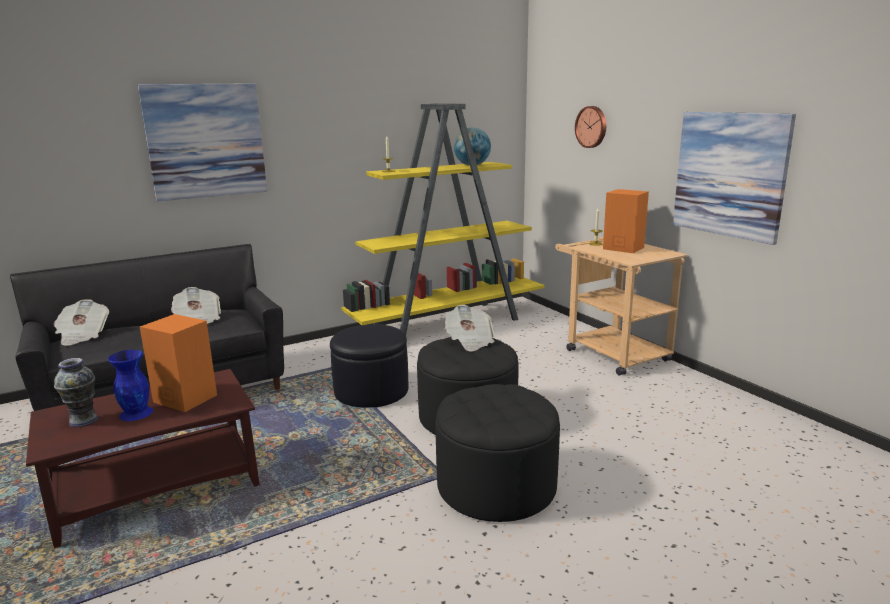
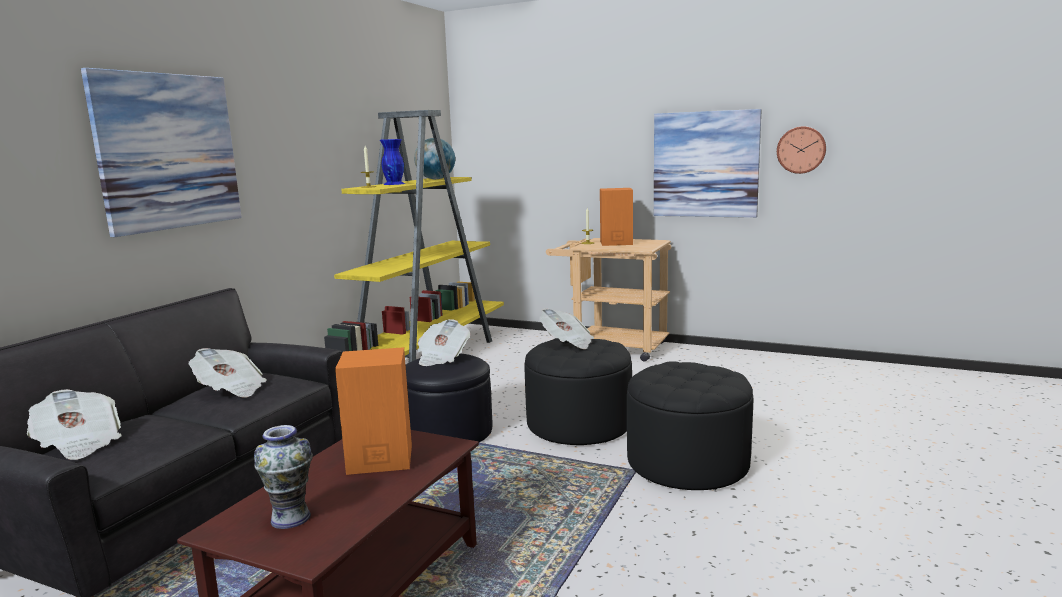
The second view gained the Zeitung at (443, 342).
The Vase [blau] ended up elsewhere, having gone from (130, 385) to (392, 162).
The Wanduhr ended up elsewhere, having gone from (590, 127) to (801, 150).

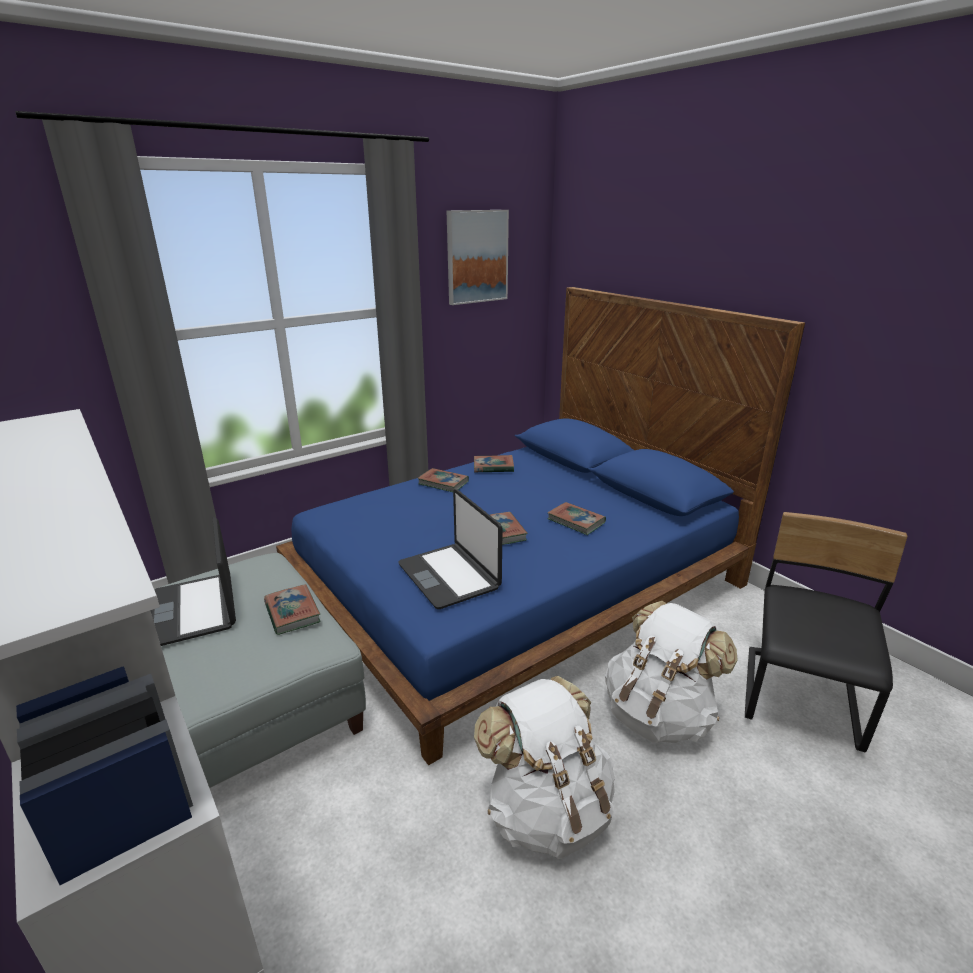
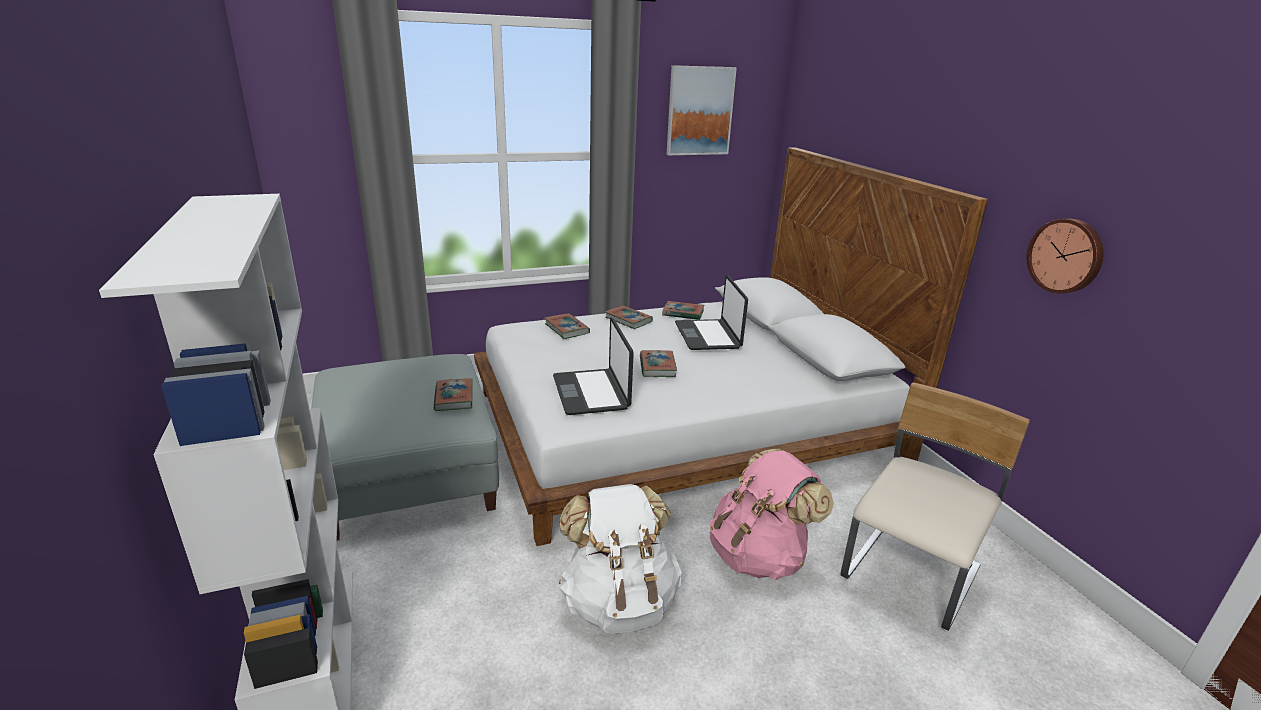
The second view gained the Wanduhr at (1065, 256).
The Laptop ended up elsewhere, having gone from (193, 581) to (711, 312).
The Buch ended up elsewhere, having gone from (577, 518) to (567, 326).
What was the Bett [blau] at (540, 526) turned into the Bett [weiß] at (731, 346).
What was the Rucksack [weiß] at (671, 672) turned into the Rucksack [rosa] at (771, 514).
What was the Stuhl [schwarz] at (826, 632) turned into the Stuhl [beige] at (935, 506).

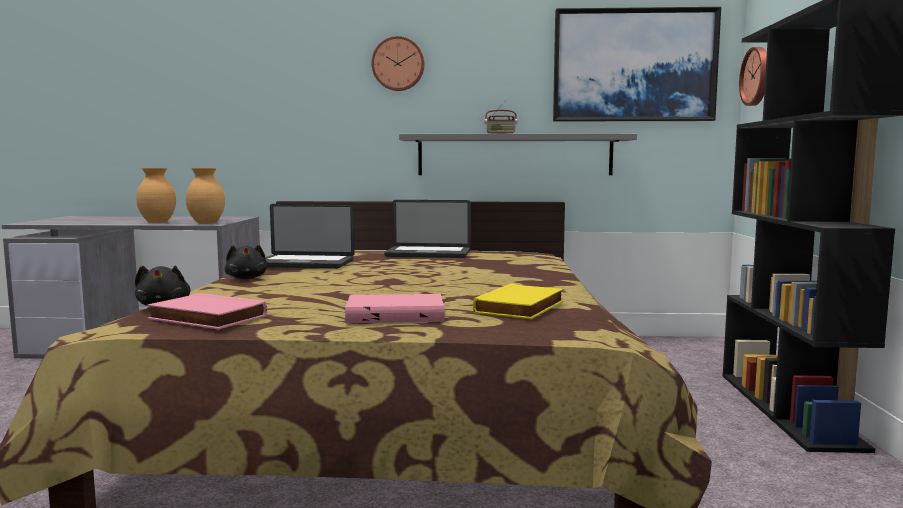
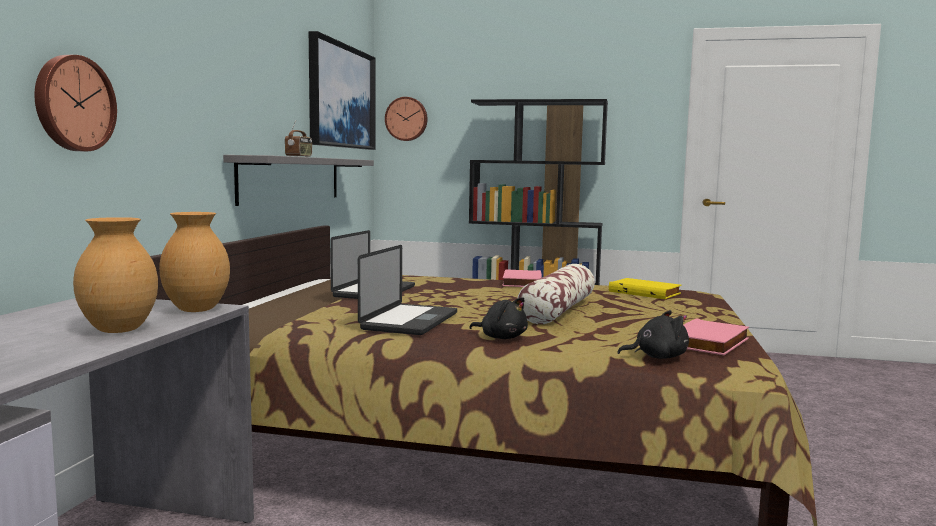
The second view gained the Kissen at (556, 294).
The Buch [rosa] ended up elsewhere, having gone from (394, 308) to (522, 278).
The Wanduhr ended up elsewhere, having gone from (397, 63) to (76, 103).
The Plüschtier [schwarz] at (246, 262) ended up facing another way, 45 degrees clockwise from before.

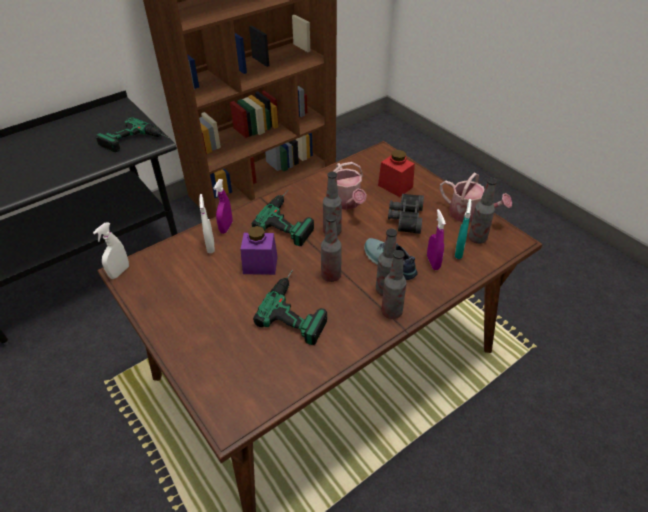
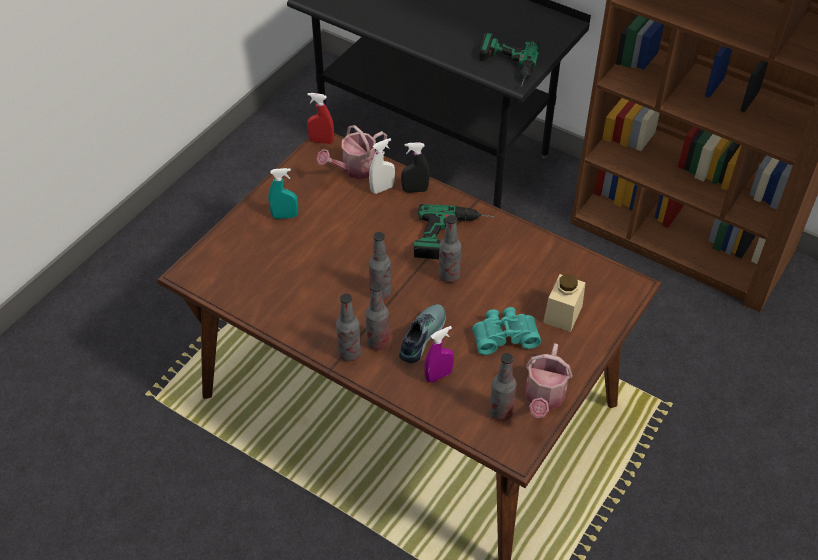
The second view lost the Vorratsglas [lila] at (259, 250).
The second view lost the Bohrmaschine at (290, 307).
The Gießkanne ended up elsewhere, having gone from (350, 186) to (351, 152).
The Sprühflasche [türkis] ended up elsewhere, having gone from (463, 229) to (283, 193).
What was the Sprühflasche [weiß] at (111, 250) turned into the Sprühflasche [rot] at (320, 118).
What was the Sprühflasche [lila] at (223, 206) turned into the Sprühflasche [schwarz] at (415, 167).
What was the Vorratsglas [rot] at (396, 173) turned into the Vorratsglas [beige] at (564, 303).
What was the Fernglas [schwarz] at (406, 213) turned into the Fernglas [türkis] at (506, 331).

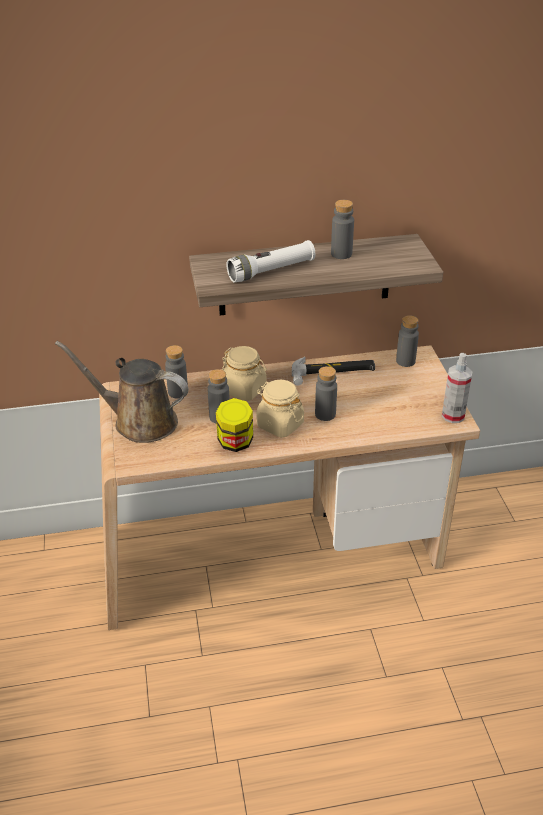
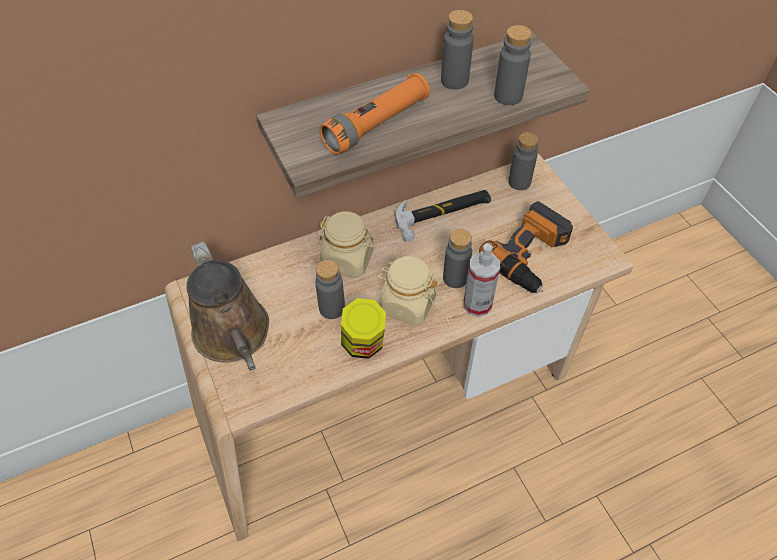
The second view gained the Bohrmaschine at (526, 247).
The Flasche [grau] ended up elsewhere, having gone from (176, 371) to (513, 65).
The Sprühflasche ended up elsewhere, having gone from (457, 388) to (482, 280).
What was the Taschenlampe [weiß] at (270, 261) turned into the Taschenlampe [orange] at (375, 113).
The Gießkanne [braun] at (122, 392) ended up facing another way, 120 degrees counterclockwise from before.

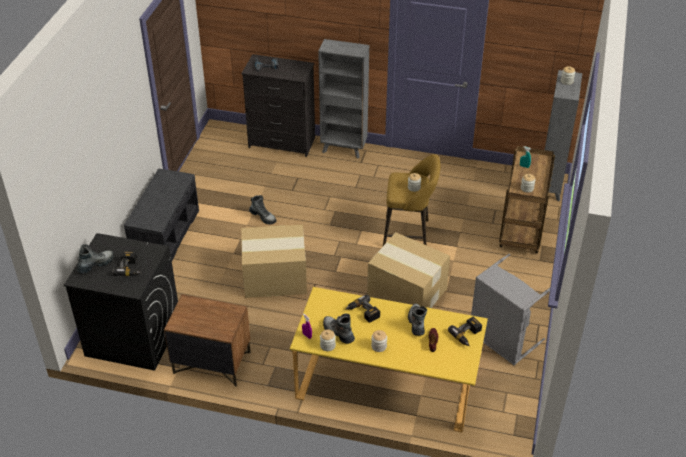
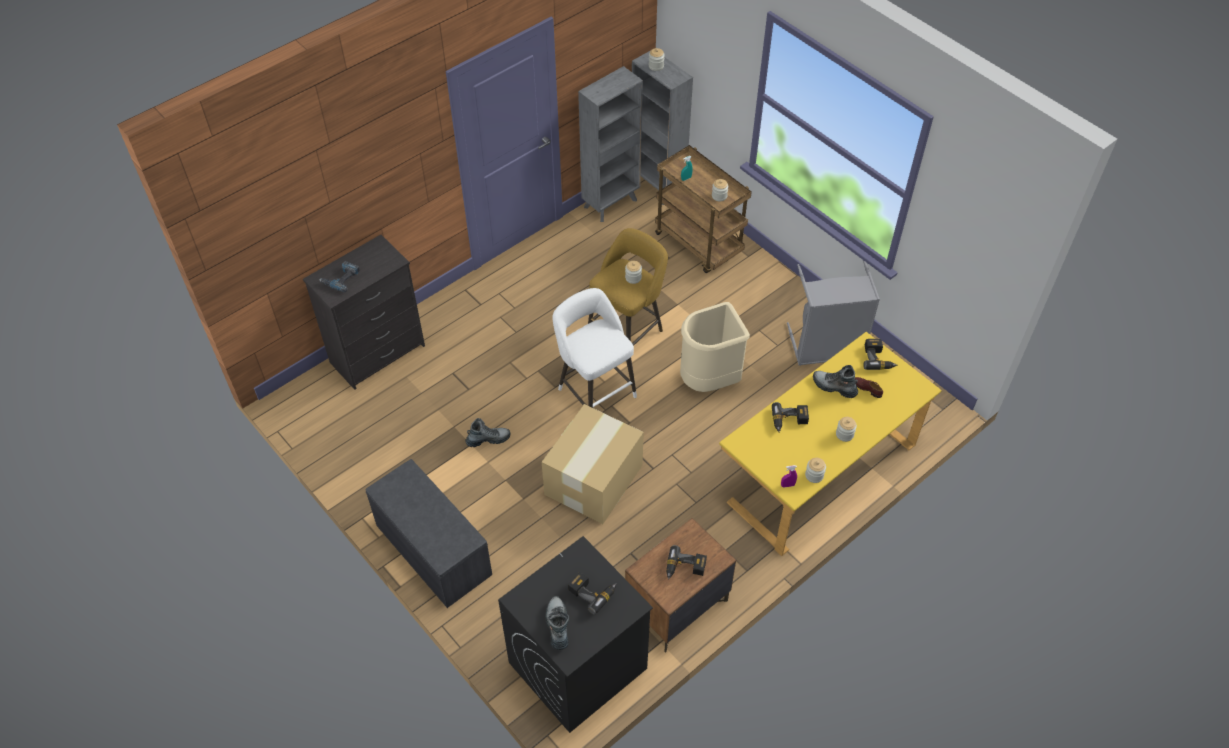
The second view lost the Stiefel at (339, 329).
The second view gained the Hocker [weiß] at (595, 348).
The second view gained the Bohrmaschine at (686, 562).
The Bücherregal [grau] ended up elsewhere, having gone from (343, 99) to (610, 144).
Where the Karton stood at (408, 270), the Mülleimer [beige] came to stand at (715, 347).

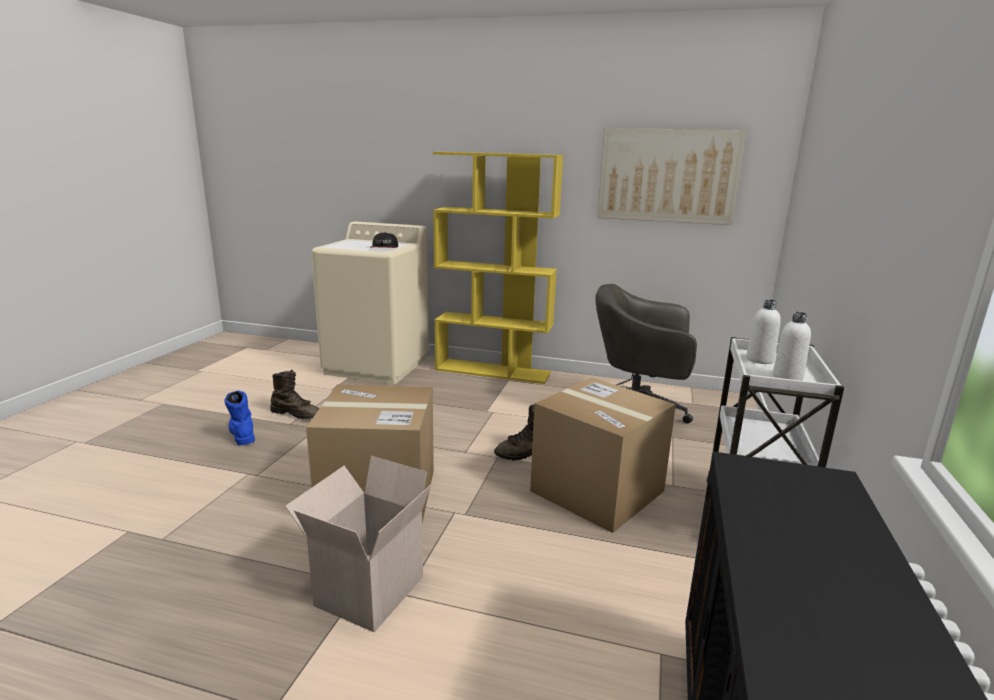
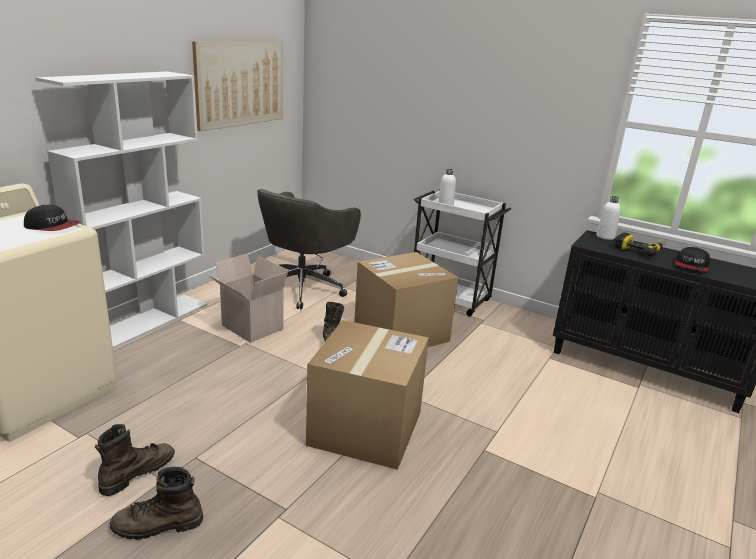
The second view gained the Bohrmaschine at (640, 244).
The second view gained the Kappe at (692, 259).
The Karton ended up elsewhere, having gone from (358, 544) to (247, 298).
The Flasche [weiß] ended up elsewhere, having gone from (792, 346) to (609, 218).
What was the Stiefel [blau] at (239, 417) turned into the Stiefel [braun] at (156, 503).
What was the Bücherregal [gelb] at (498, 268) turned into the Bücherregal [weiß] at (121, 210).

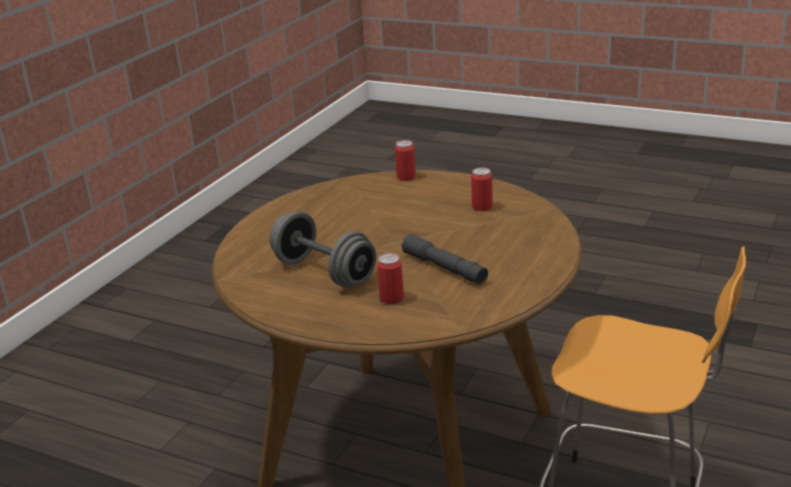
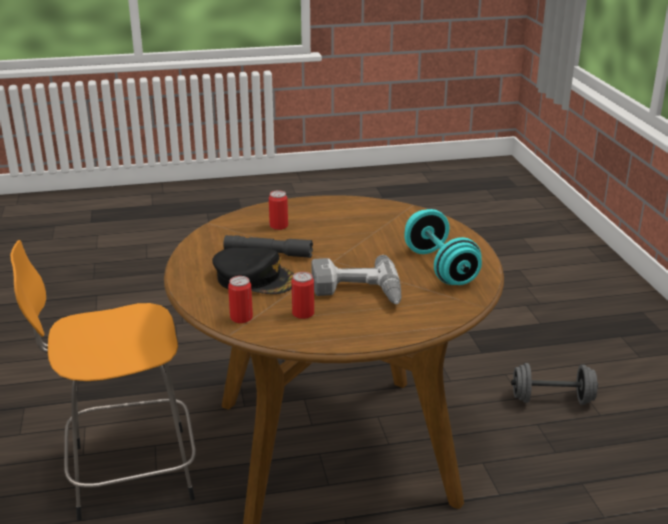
The second view gained the Kappe [schwarz] at (253, 271).
The second view gained the Bohrmaschine at (356, 279).
The second view gained the Hantel [türkis] at (443, 247).
The Hantel [grau] ended up elsewhere, having gone from (323, 249) to (554, 384).
The Dose ended up elsewhere, having gone from (405, 160) to (240, 299).

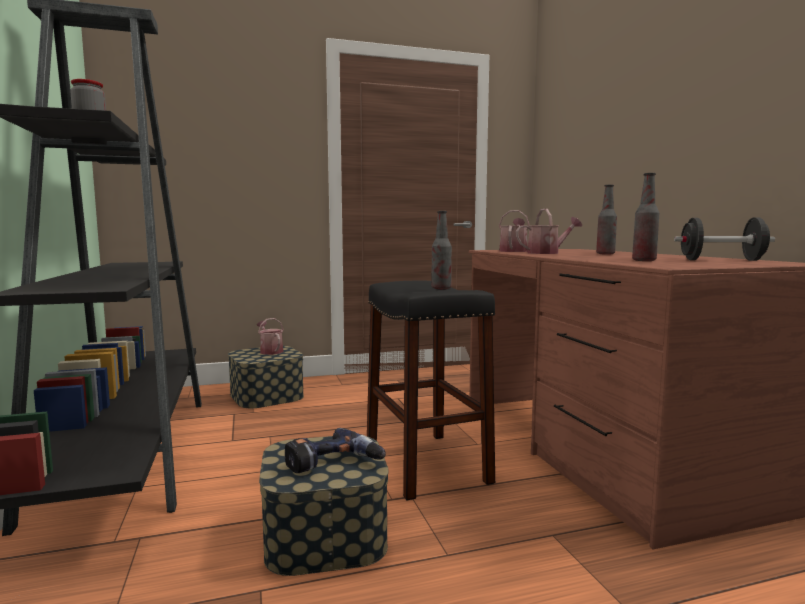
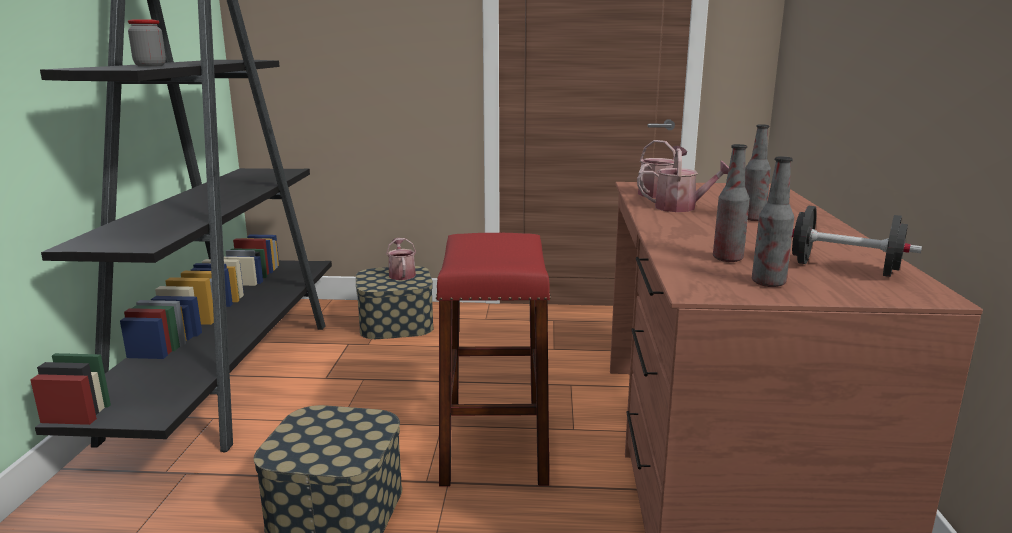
The second view lost the Bohrmaschine at (335, 450).
The Flasche ended up elsewhere, having gone from (441, 250) to (773, 221).
What was the Hocker [schwarz] at (431, 390) turned into the Hocker [rot] at (493, 360).

